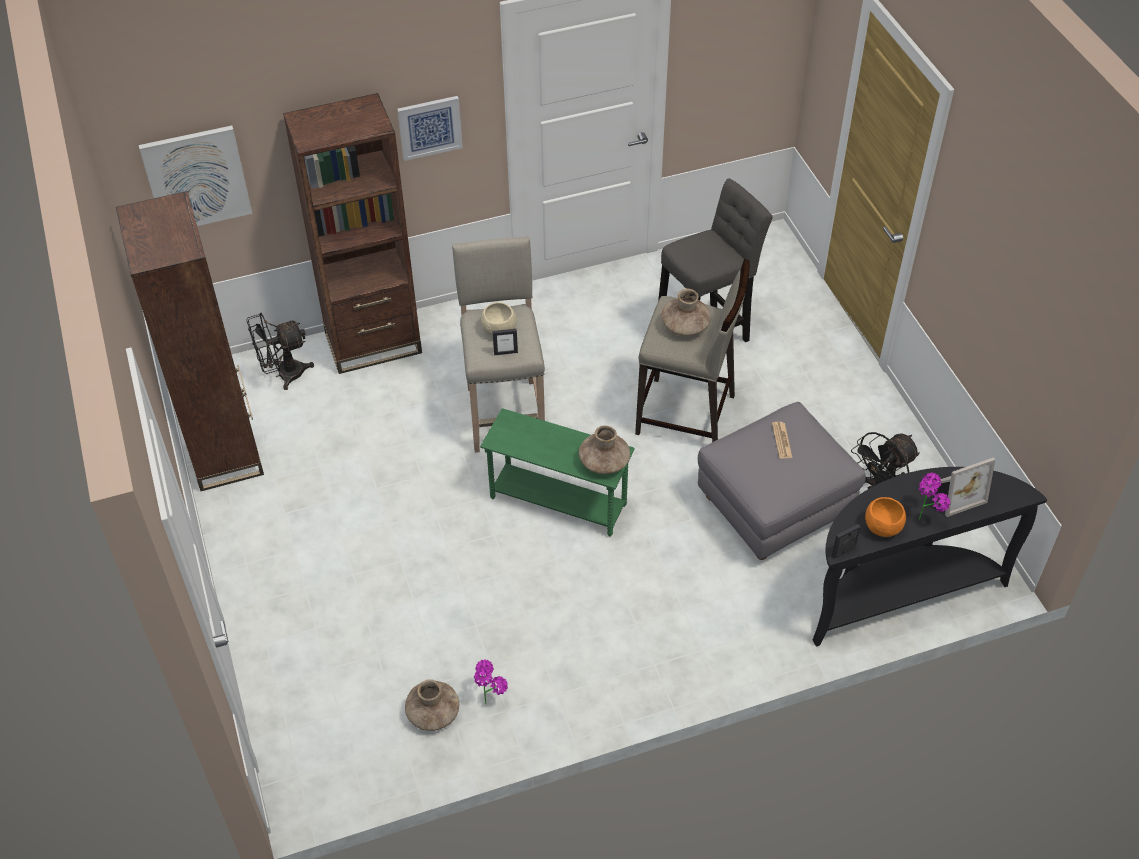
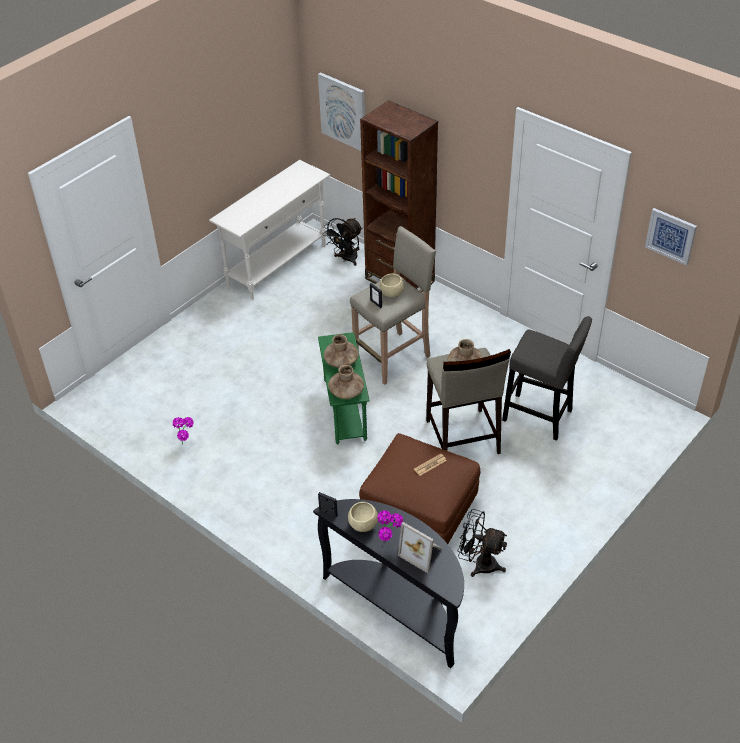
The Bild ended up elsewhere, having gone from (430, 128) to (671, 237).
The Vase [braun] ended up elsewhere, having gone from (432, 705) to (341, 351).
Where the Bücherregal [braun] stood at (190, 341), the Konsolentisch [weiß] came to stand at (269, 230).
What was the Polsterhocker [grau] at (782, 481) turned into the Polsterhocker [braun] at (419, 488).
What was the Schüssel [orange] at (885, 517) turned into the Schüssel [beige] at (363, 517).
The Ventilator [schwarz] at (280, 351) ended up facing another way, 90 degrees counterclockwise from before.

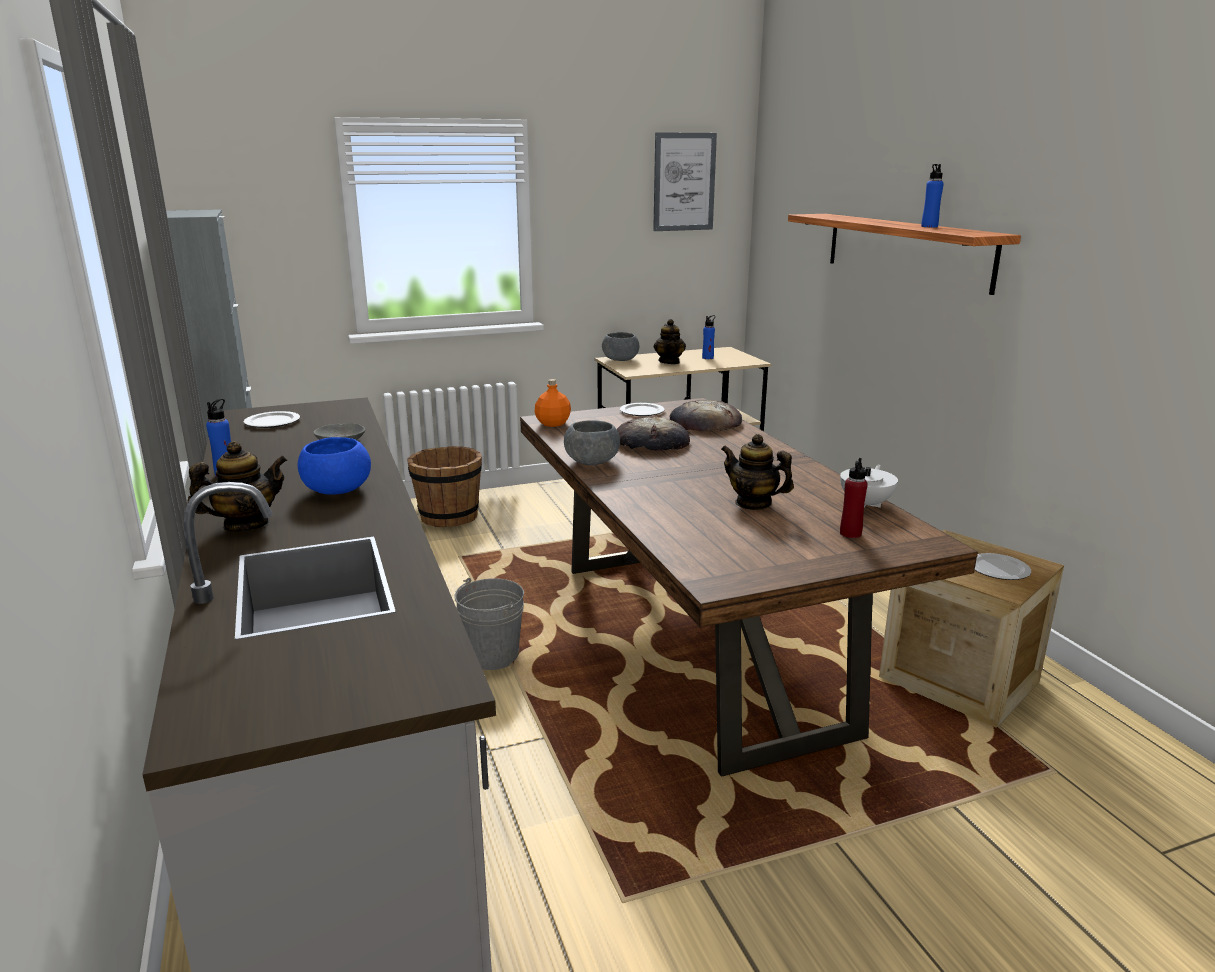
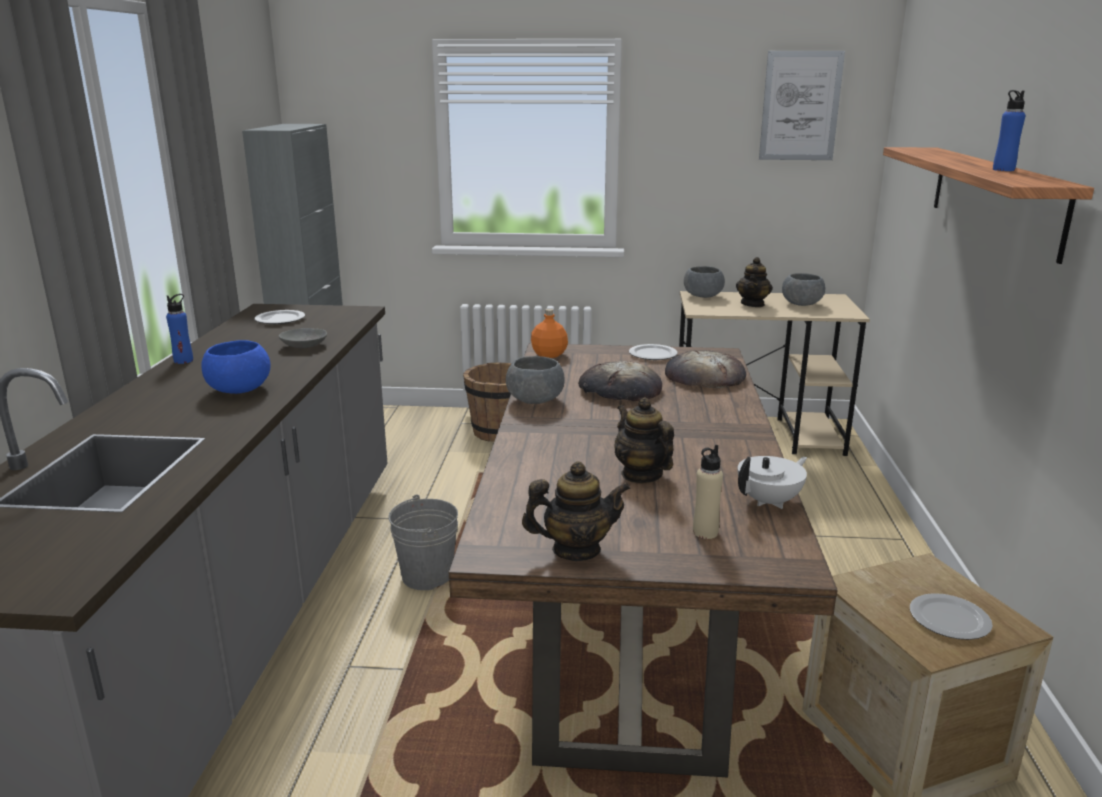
The Teekanne ended up elsewhere, having gone from (237, 486) to (576, 511).
Where the Flasche [blau] stood at (708, 337), the Schüssel [grau] came to stand at (803, 289).
What was the Flasche [rot] at (854, 498) turned into the Flasche [beige] at (708, 492).

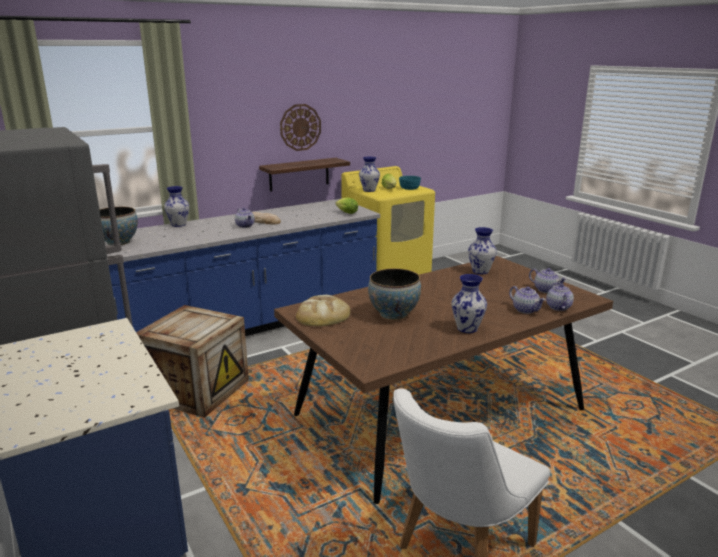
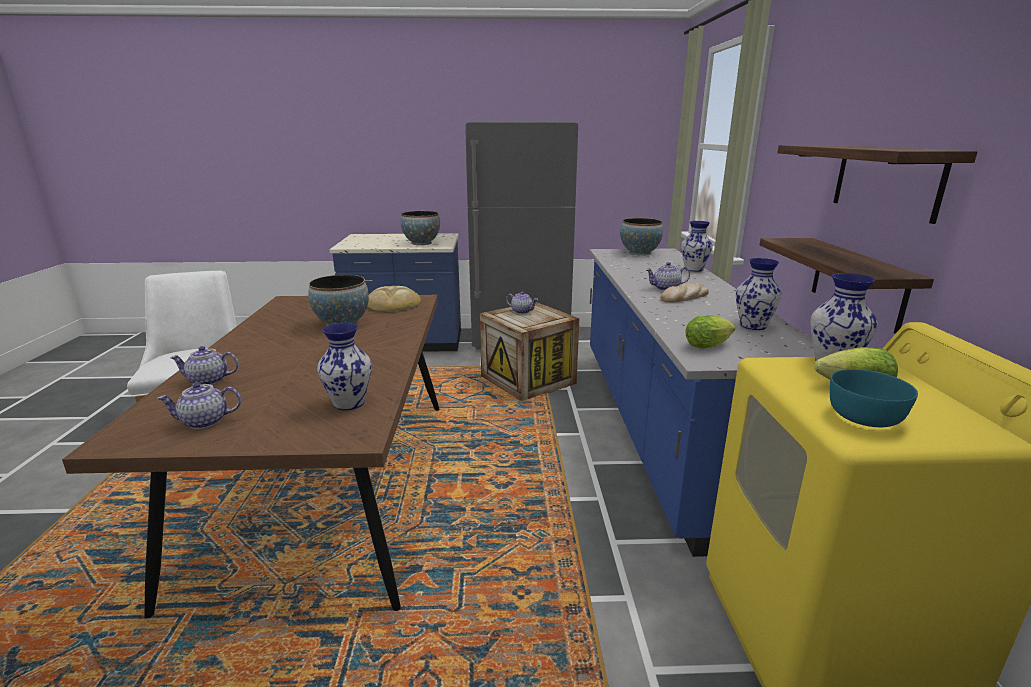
The second view gained the Schüssel at (420, 228).
The Vase ended up elsewhere, having gone from (469, 303) to (759, 294).
The Teekanne ended up elsewhere, having gone from (560, 296) to (522, 303).
Where the Wanduhr hung at (300, 127), the Wandregal came to hang at (877, 184).

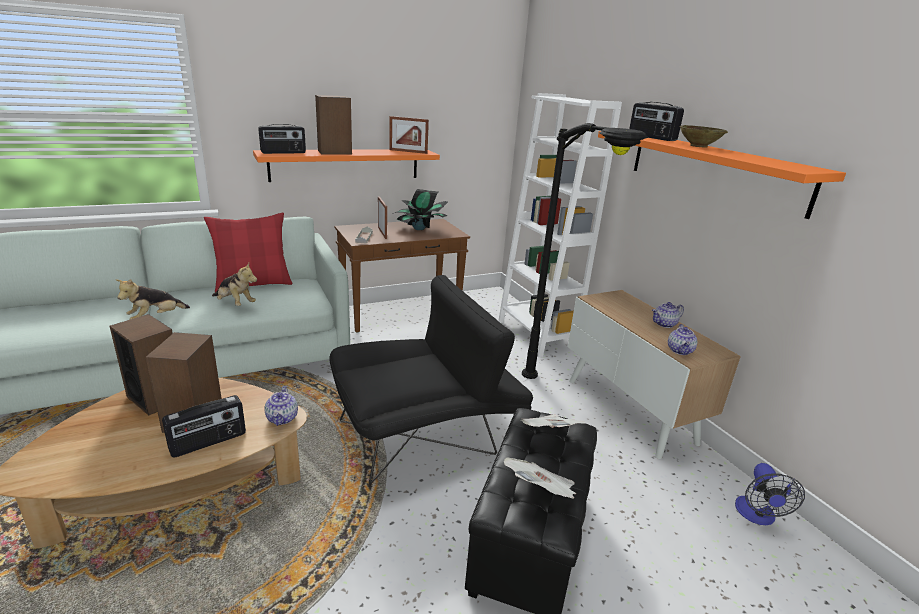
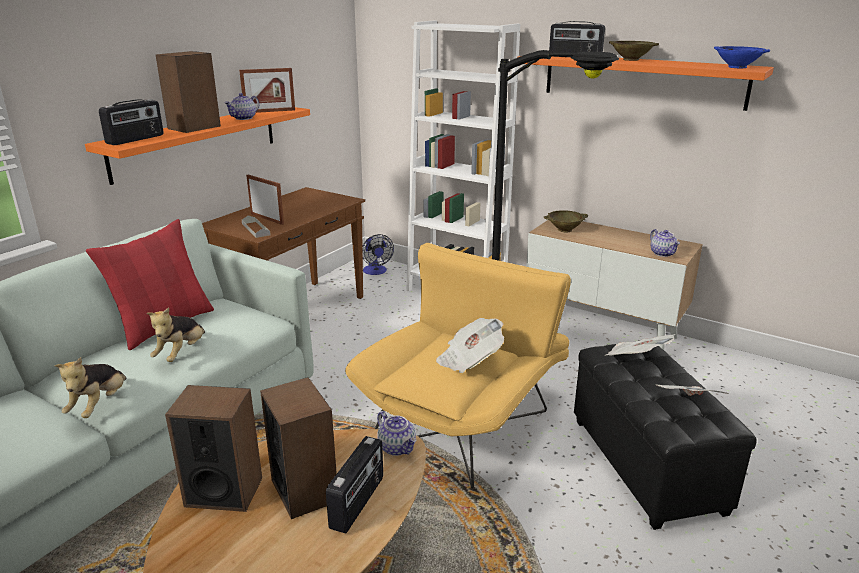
The second view lost the Topfpflanze at (420, 209).
The second view gained the Zeitung at (470, 345).
The second view gained the Schüssel [beige] at (566, 221).
The second view gained the Schüssel [blau] at (742, 57).
The Teekanne ended up elsewhere, having gone from (668, 315) to (241, 106).
The Ventilator ended up elsewhere, having gone from (770, 494) to (378, 254).
What was the Sessel [schwarz] at (431, 380) turned into the Sessel [gelb] at (458, 366).
The Plüschtier at (234, 284) ended up facing another way, 105 degrees clockwise from before.

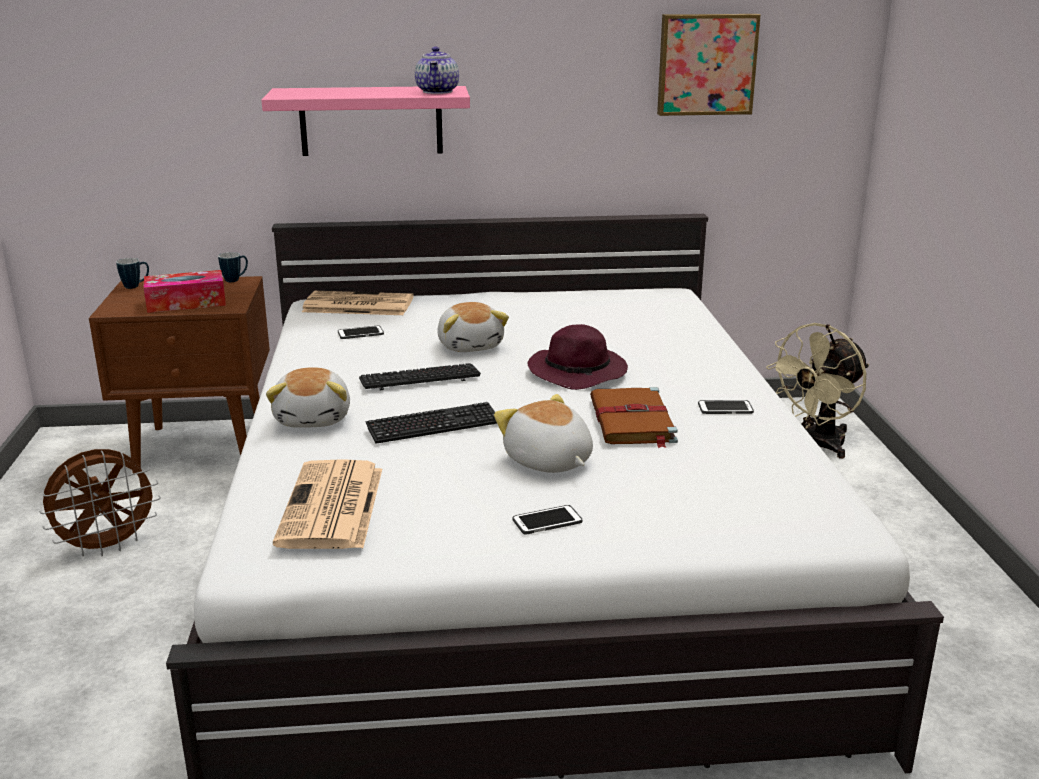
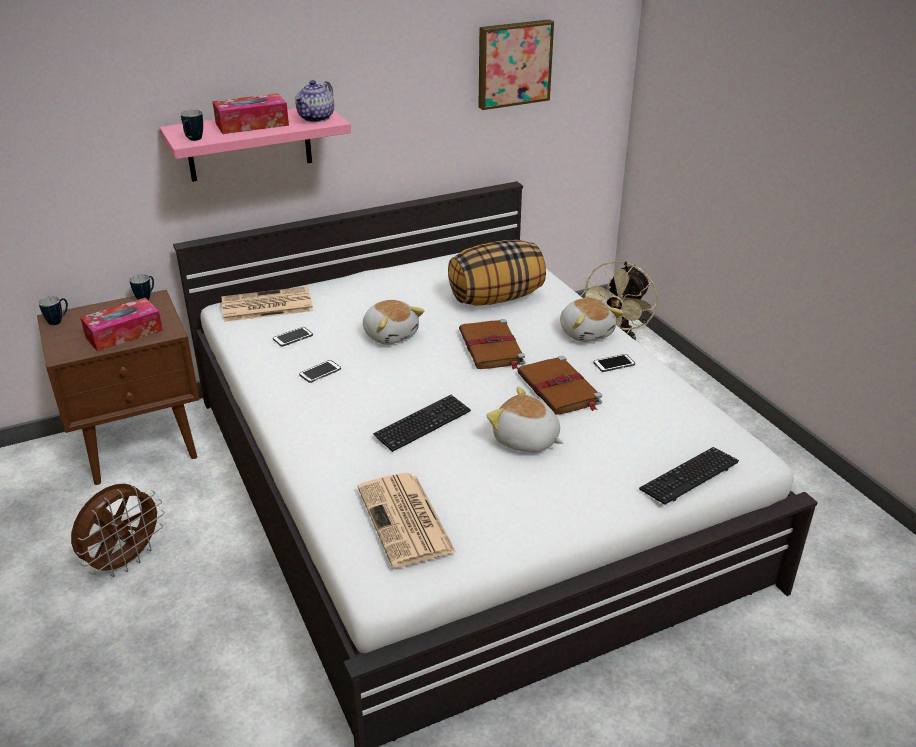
The second view gained the Henkelbecher at (192, 125).
The second view gained the Taschentuchbox at (250, 113).
The second view gained the Kissen at (497, 273).
The Plüschtier ended up elsewhere, having gone from (308, 397) to (592, 320).
The Tastatur ended up elsewhere, having gone from (420, 376) to (689, 476).
The Handy ended up elsewhere, having gone from (548, 519) to (320, 371).
Where the Hut [lila] stood at (577, 357), the Buch [braun] came to stand at (492, 344).
The Teekanne at (437, 70) ended up facing another way, 45 degrees clockwise from before.

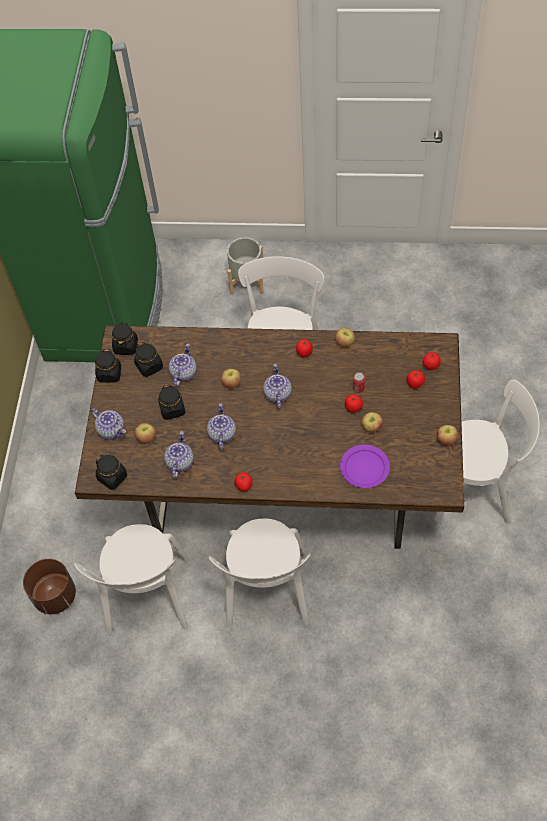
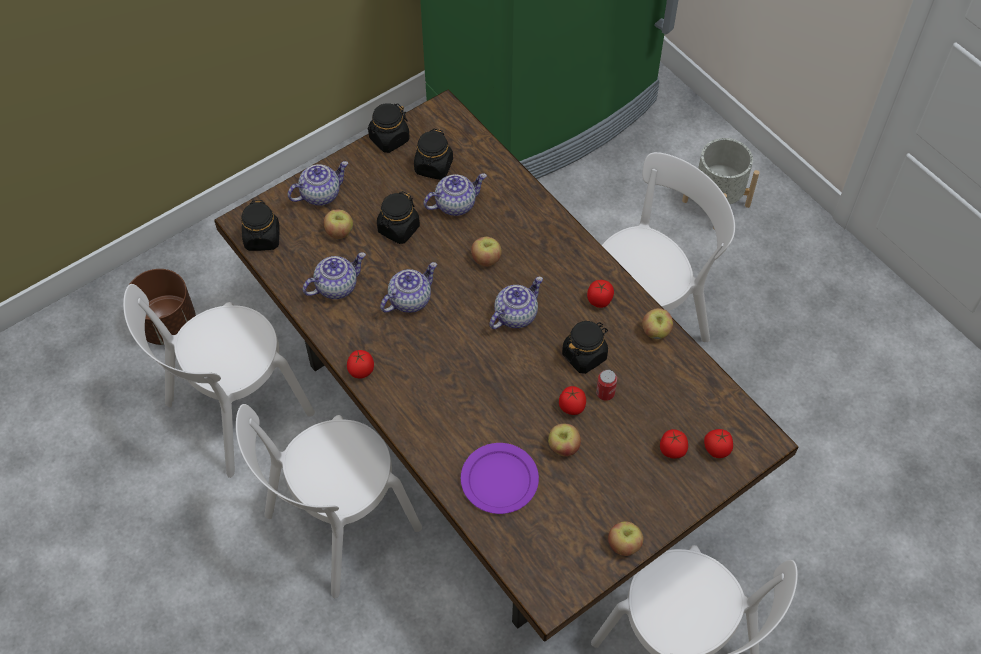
The Vorratsglas [schwarz] ended up elsewhere, having gone from (125, 338) to (585, 347).
The Teekanne at (108, 424) ended up facing another way, 120 degrees counterclockwise from before.

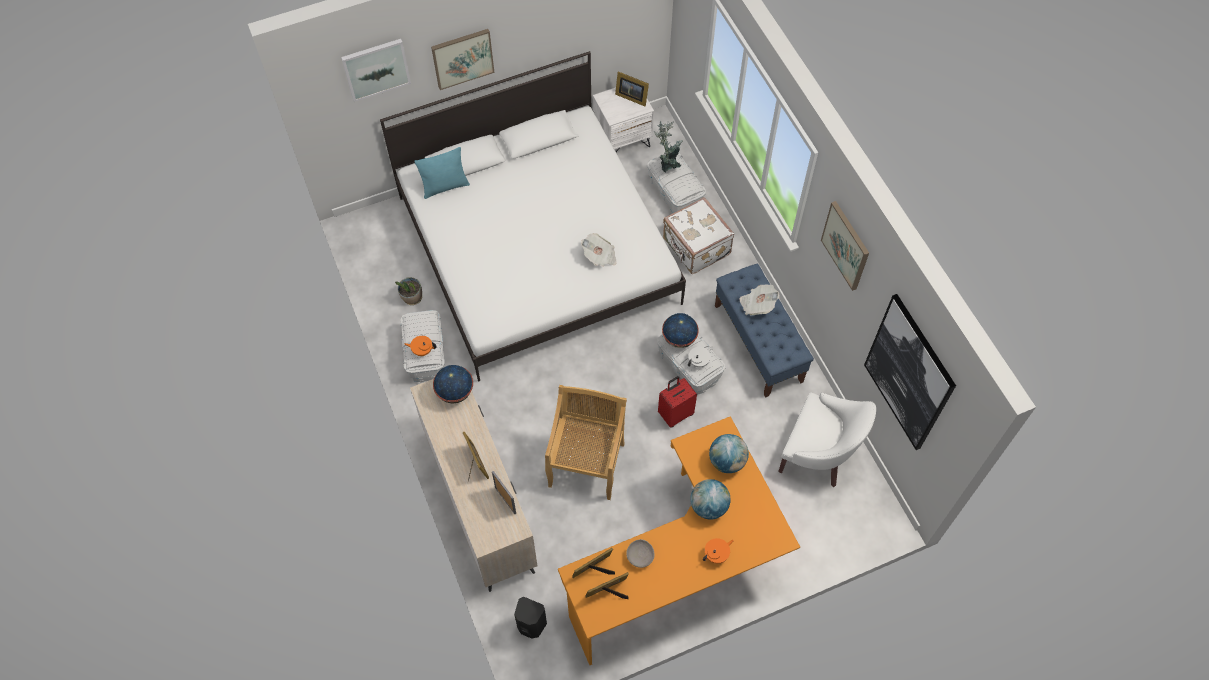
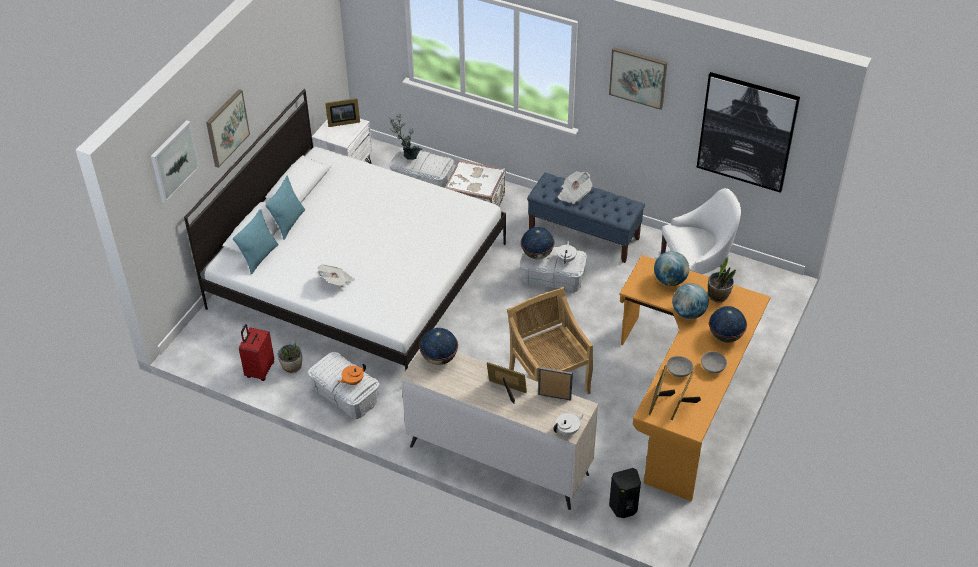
The second view gained the Kissen [türkis] at (285, 207).
The second view gained the Teekanne [weiß] at (568, 424).
The second view gained the Schüssel [grau] at (714, 362).
The second view gained the Topfpflanze at (722, 279).
The Zeitung ended up elsewhere, having gone from (599, 250) to (336, 275).
The Koffer [rot] ended up elsewhere, having gone from (677, 402) to (256, 352).
Where the Teekanne [orange] stood at (718, 551), the Globus came to stand at (728, 324).

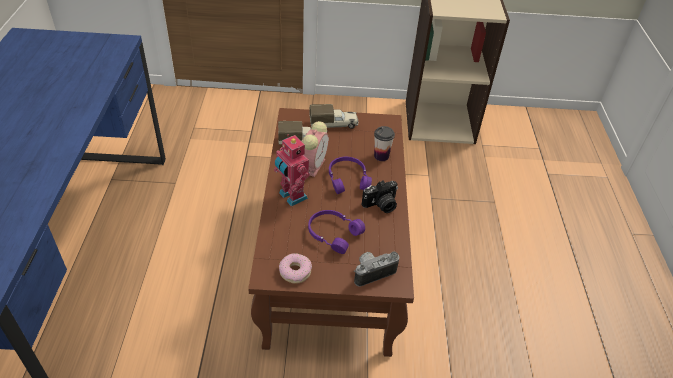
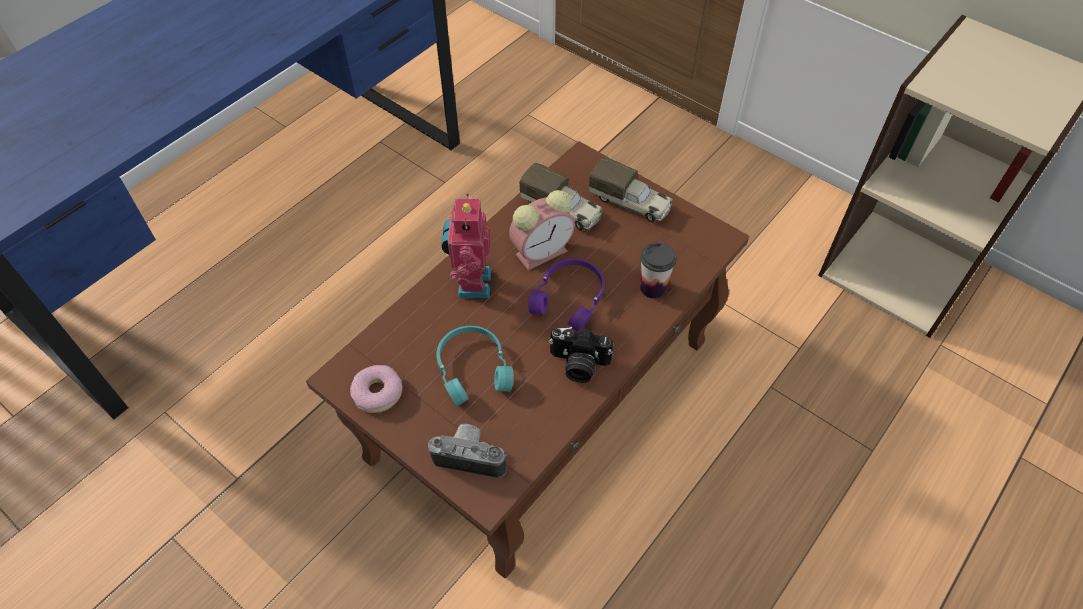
What was the Kopfhörer [lila] at (336, 232) turned into the Kopfhörer [türkis] at (475, 366).

